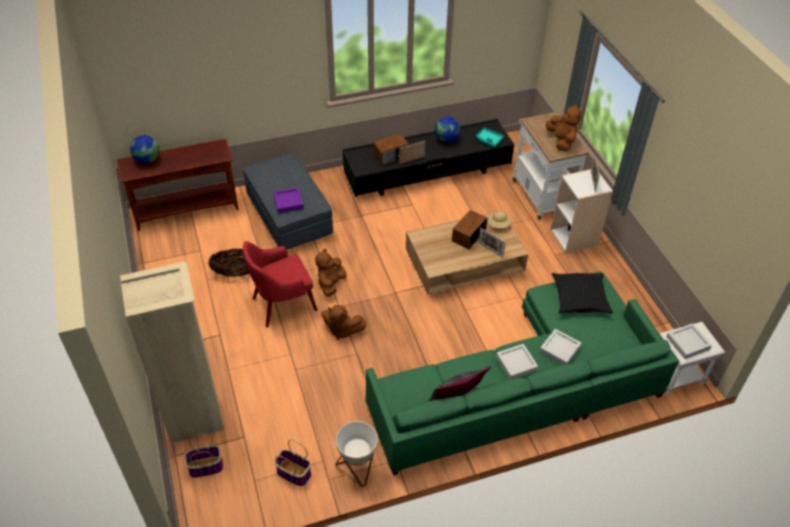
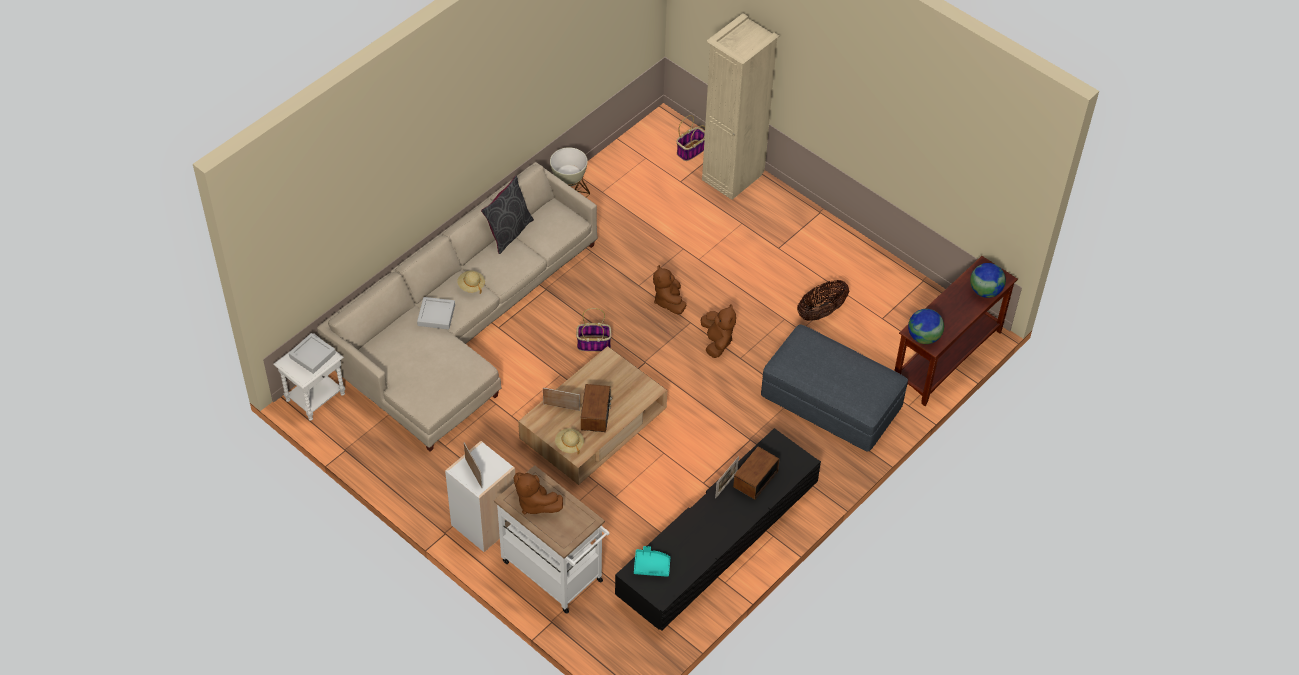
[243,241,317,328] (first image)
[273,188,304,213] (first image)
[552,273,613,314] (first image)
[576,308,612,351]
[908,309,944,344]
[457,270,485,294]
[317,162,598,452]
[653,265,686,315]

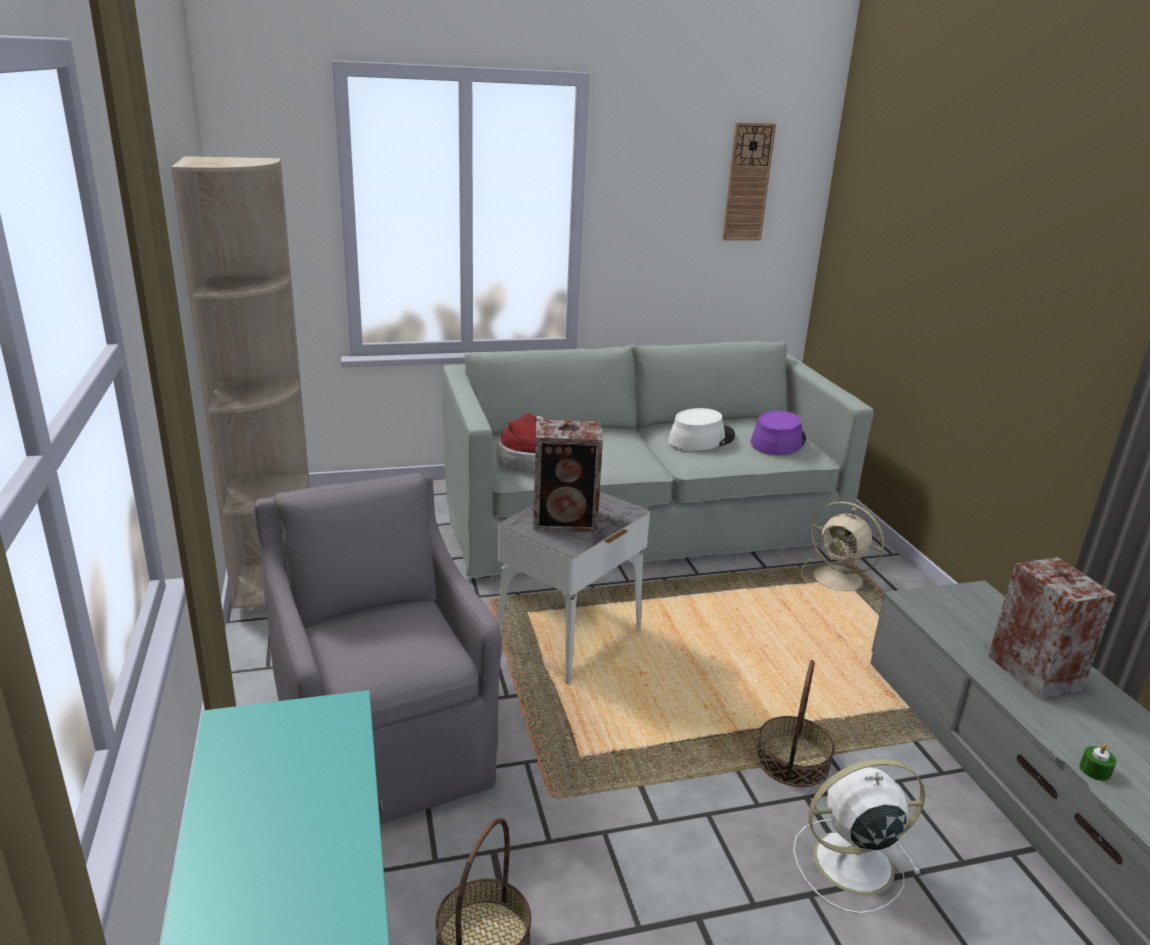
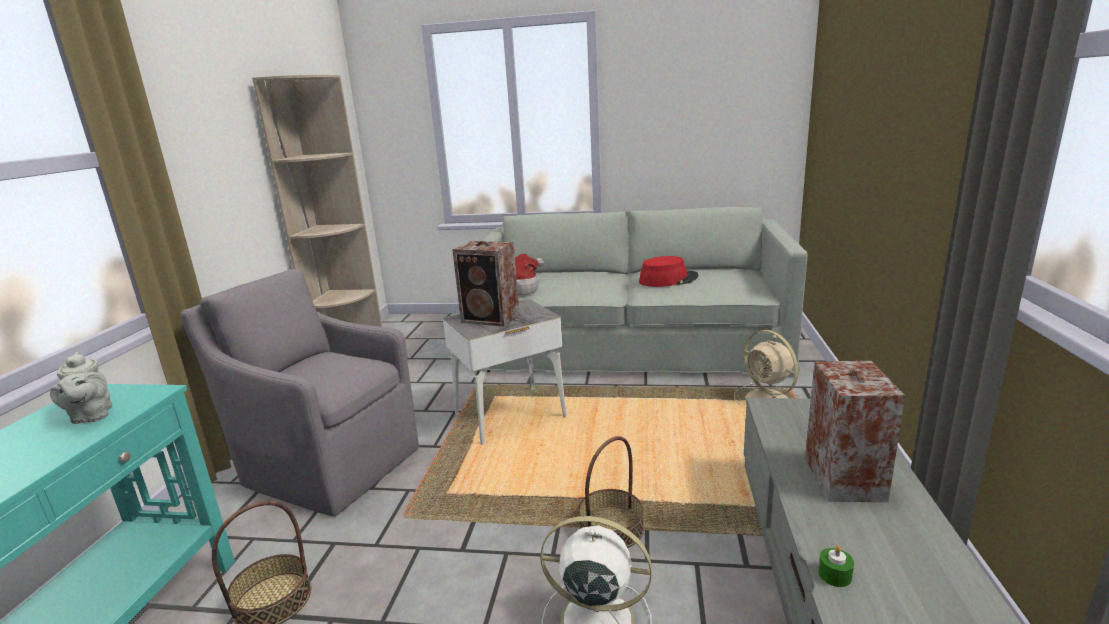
[722,122,776,241] (first image)
[750,411,806,455] (first image)
[50,352,112,424]
[639,256,698,287]
[181,269,419,516]

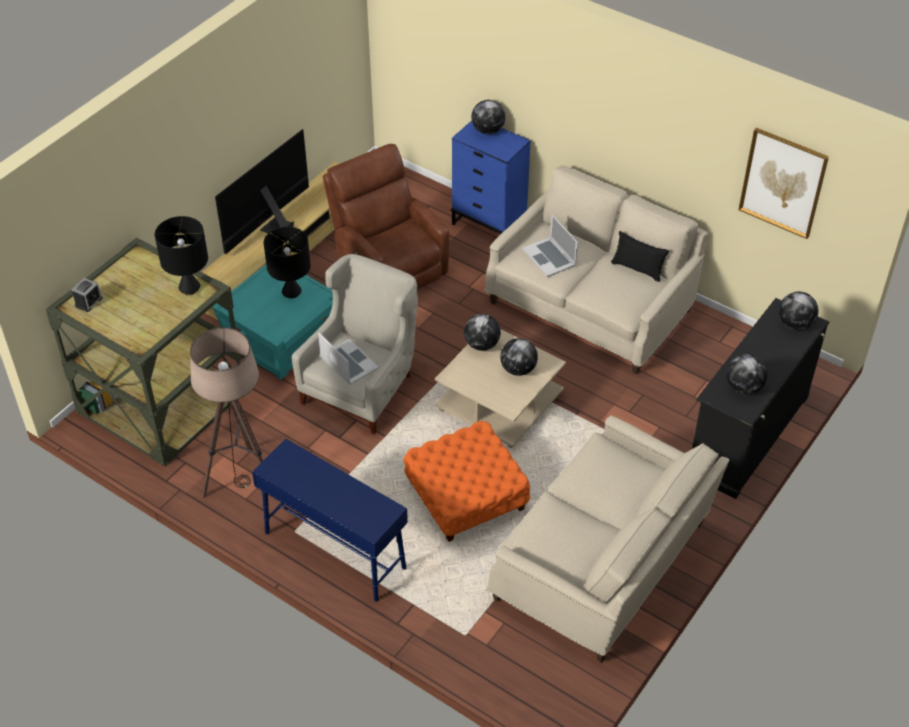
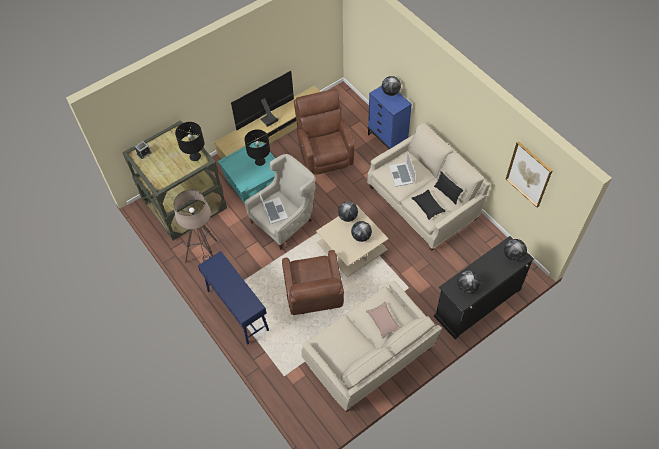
[366,302,401,338]
[412,189,446,220]
[282,250,344,315]

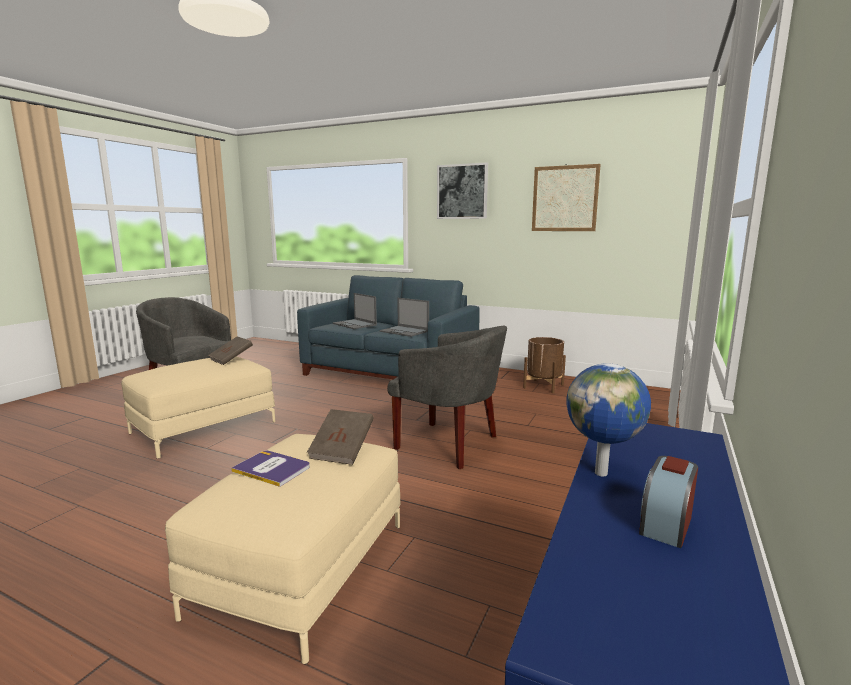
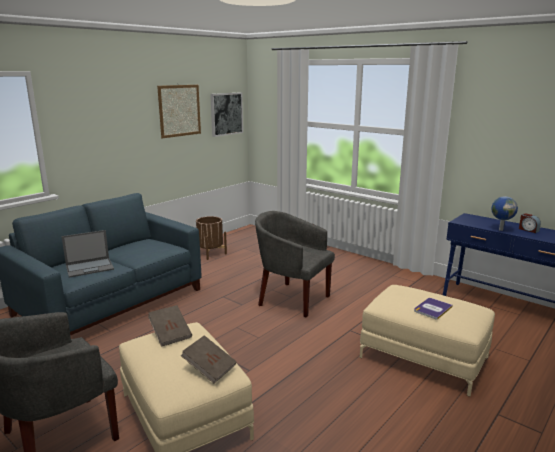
[380,298,429,337] (first image)
[181,335,237,384]
[210,92,243,137]
[255,211,335,317]

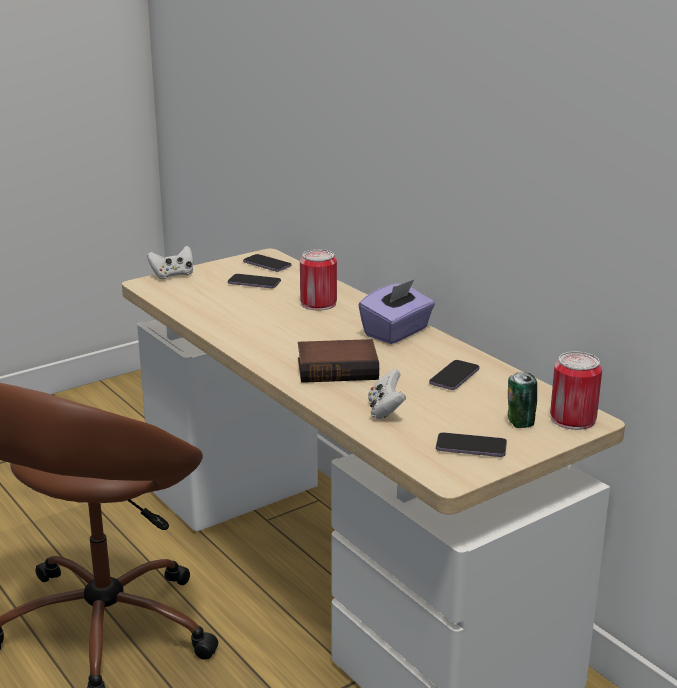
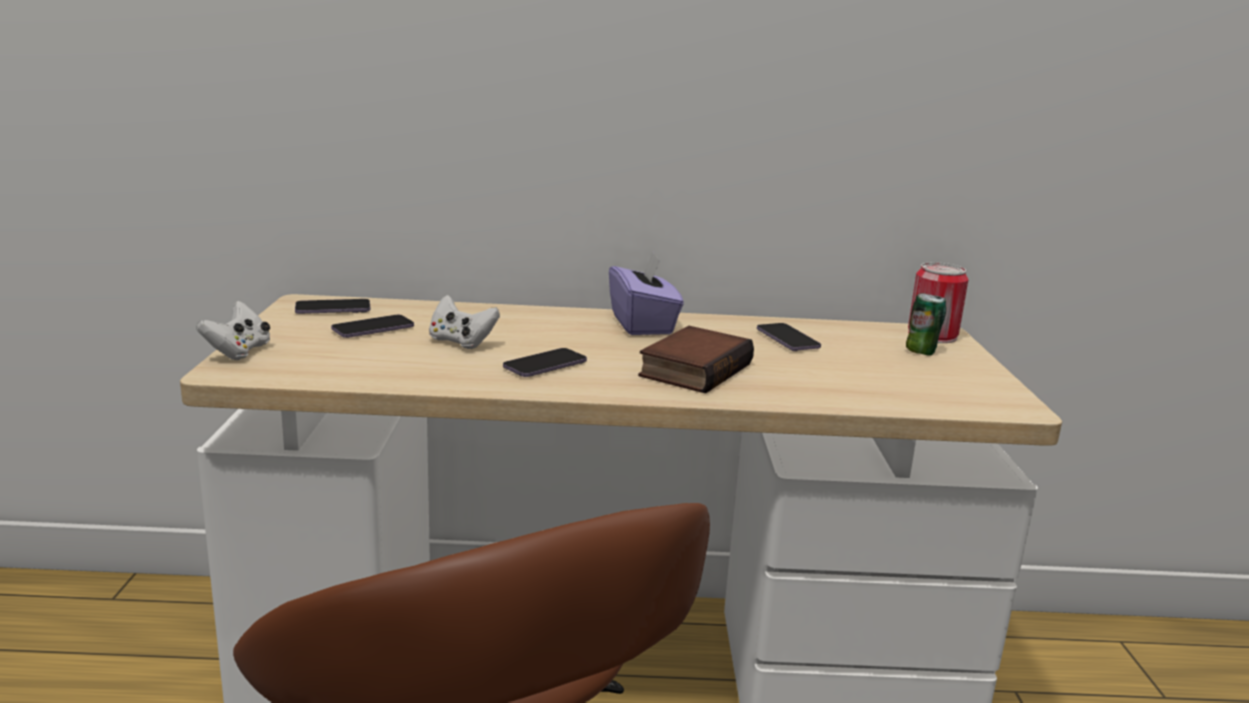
[300,249,337,310] (first image)
[429,295,500,349]
[503,348,587,377]

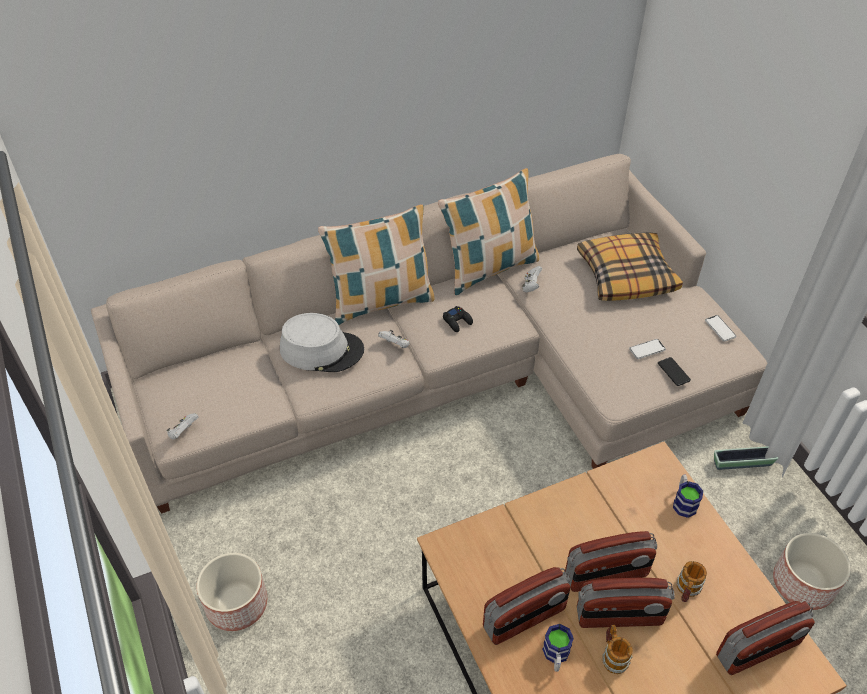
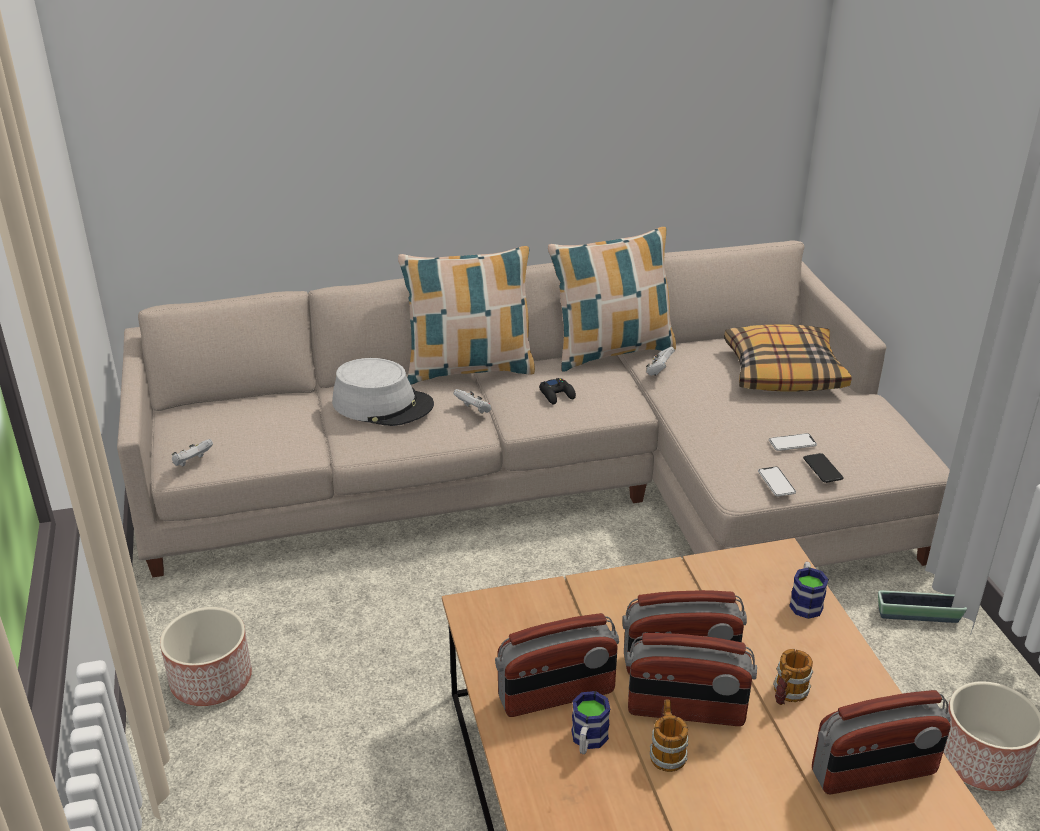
[758,466,796,496]

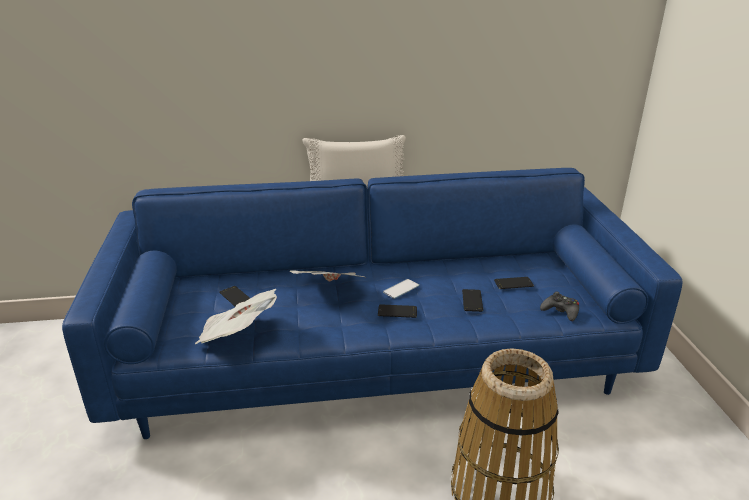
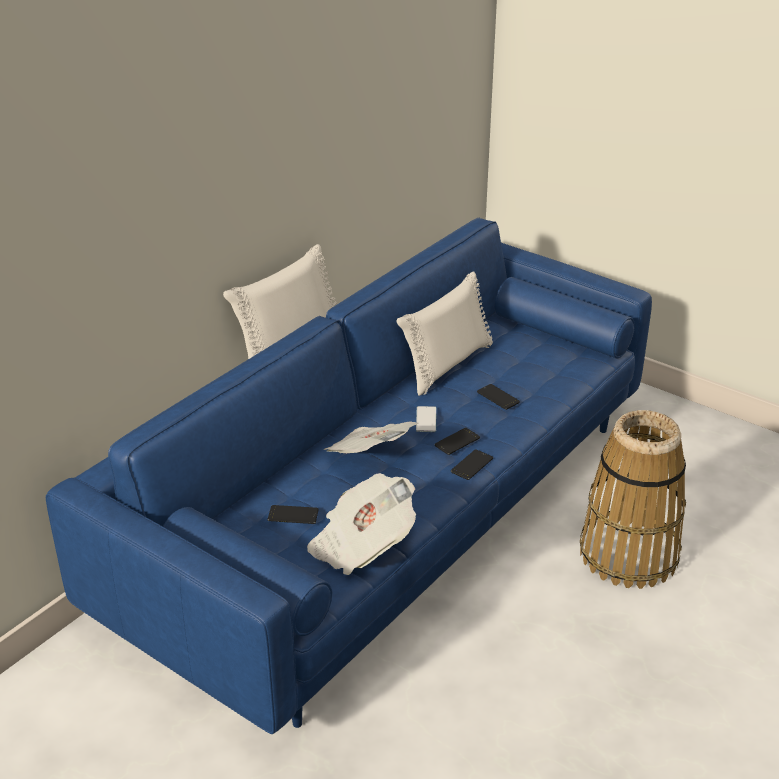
[540,291,579,321] (first image)
[397,271,493,396]
[451,450,493,480]

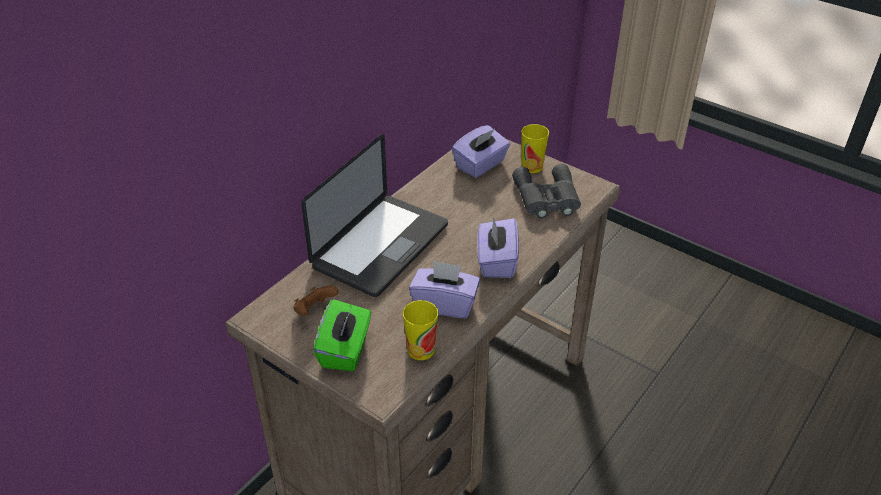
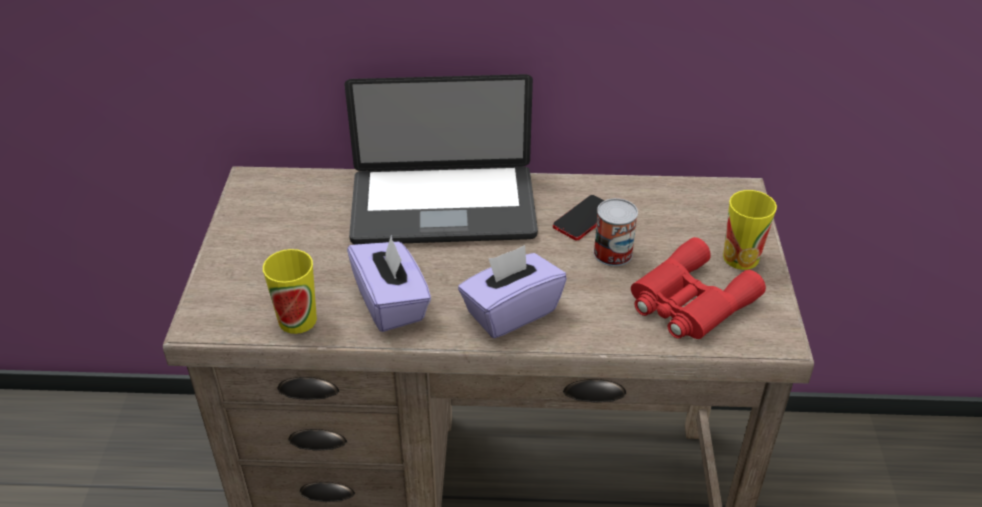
[293,285,339,316] (first image)
[313,299,371,371] (first image)
[452,125,510,178] (first image)
[553,195,604,241]
[593,198,638,266]
[631,237,766,339]

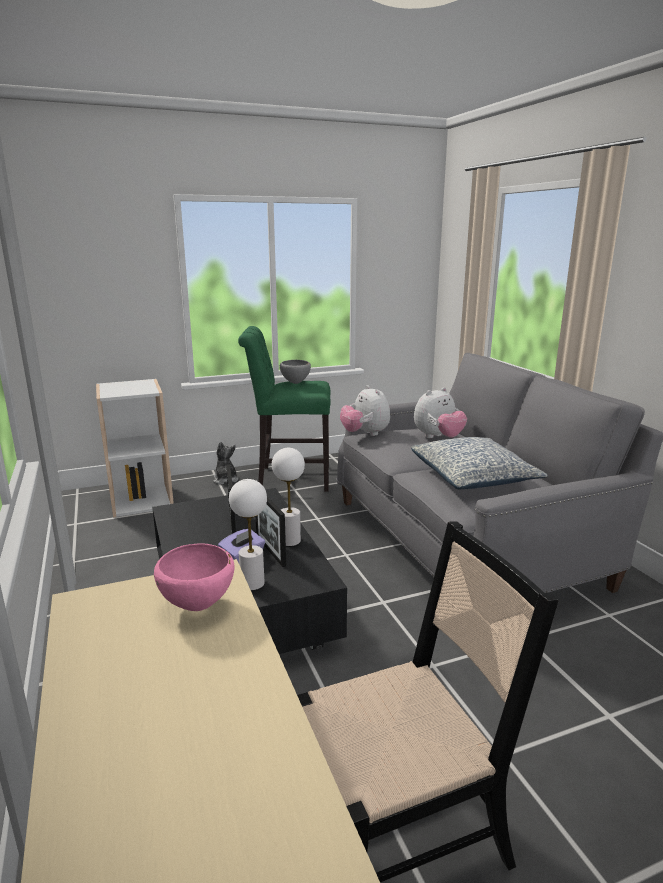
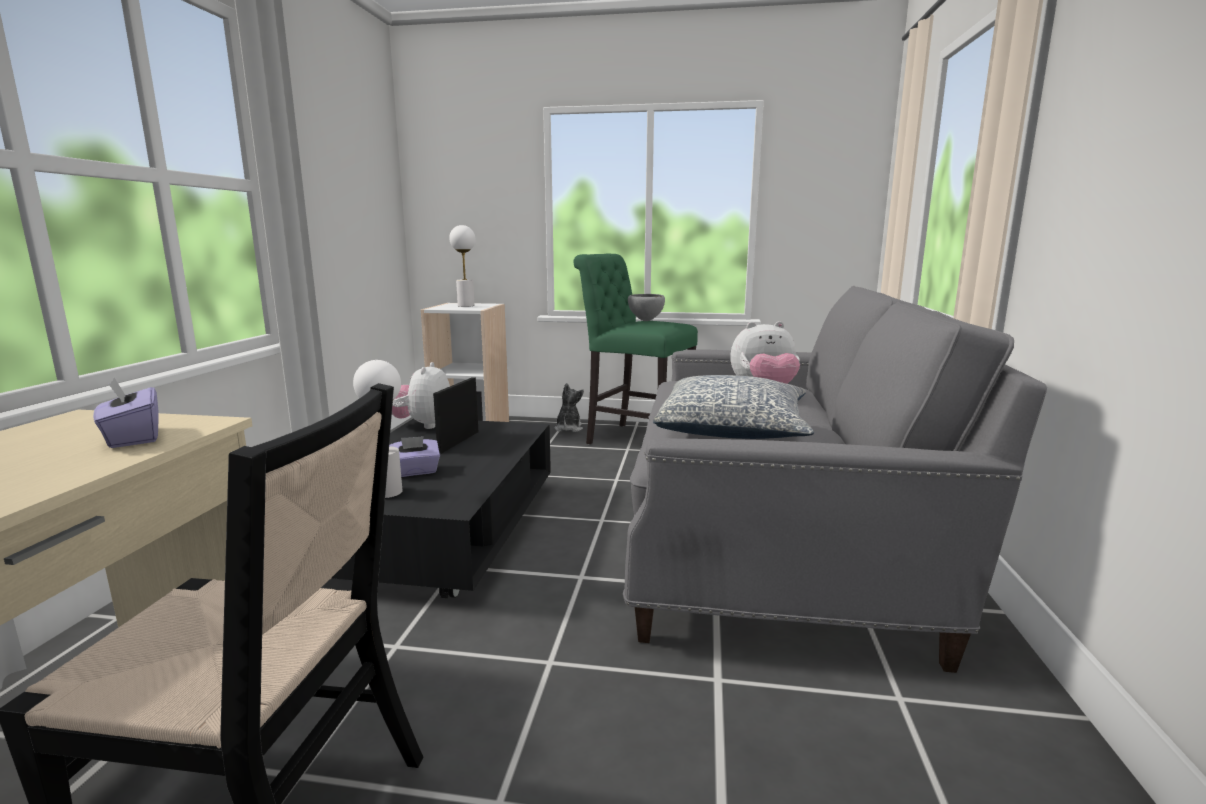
[256,497,286,567] (first image)
[449,225,476,307]
[392,362,450,429]
[93,378,159,448]

